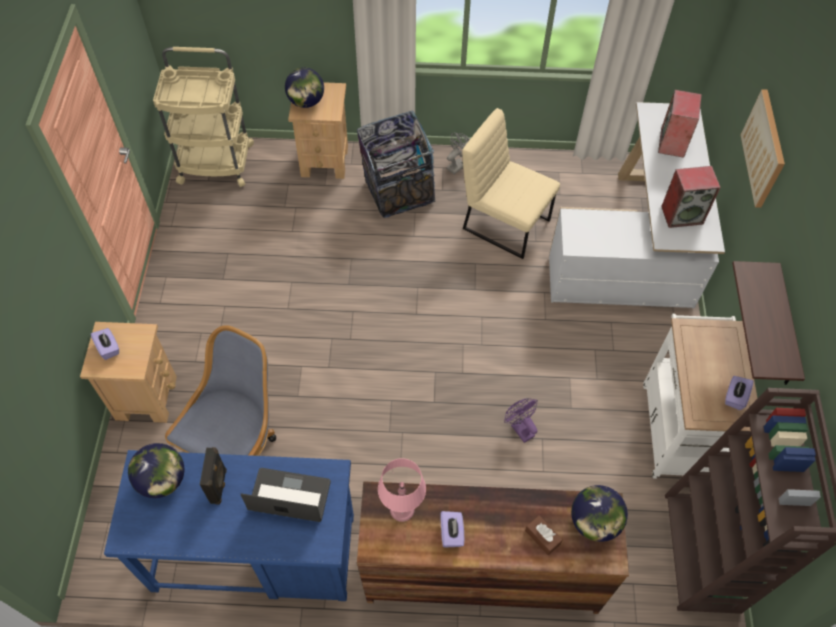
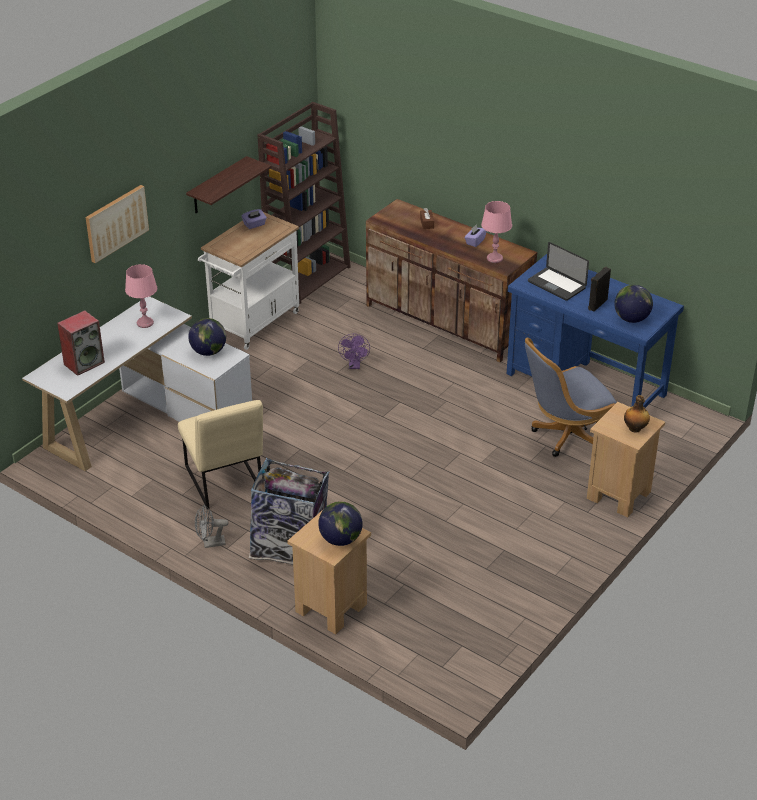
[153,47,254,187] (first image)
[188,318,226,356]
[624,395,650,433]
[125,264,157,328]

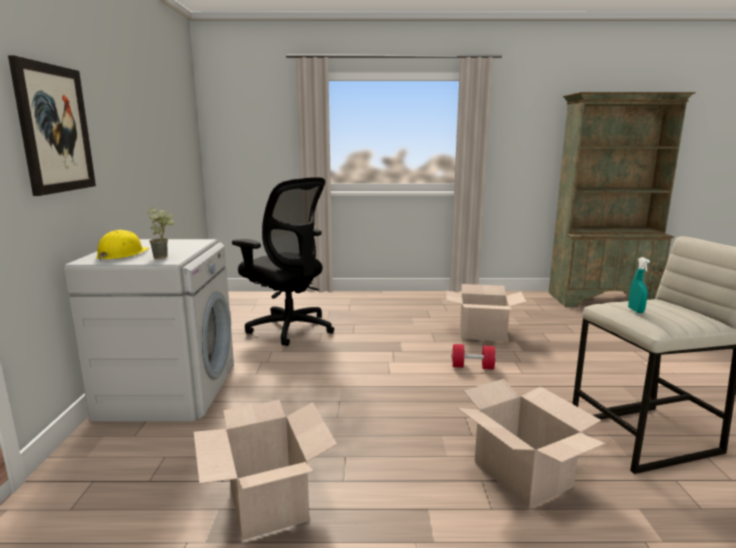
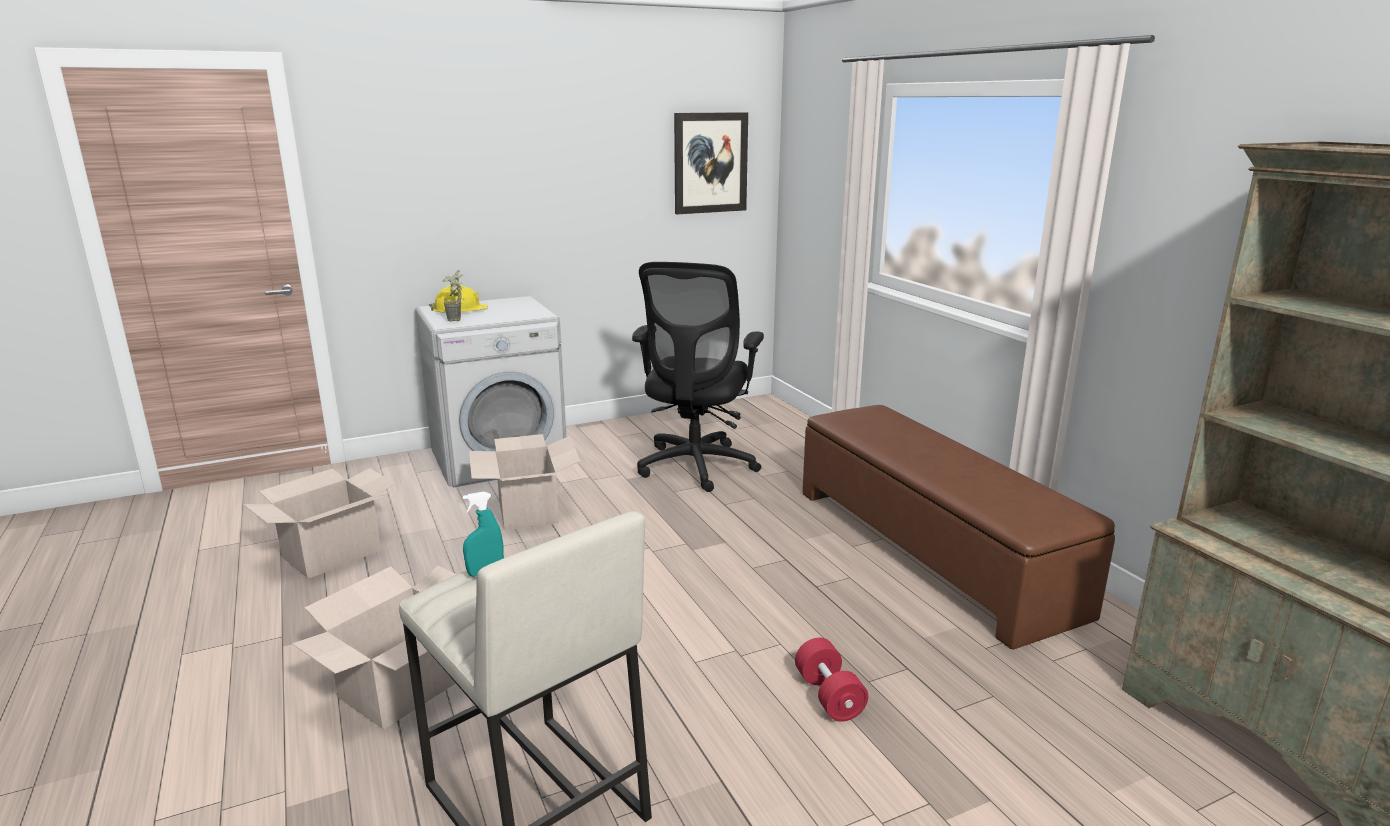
[802,405,1115,650]
[674,112,748,214]
[469,434,580,530]
[795,638,868,722]

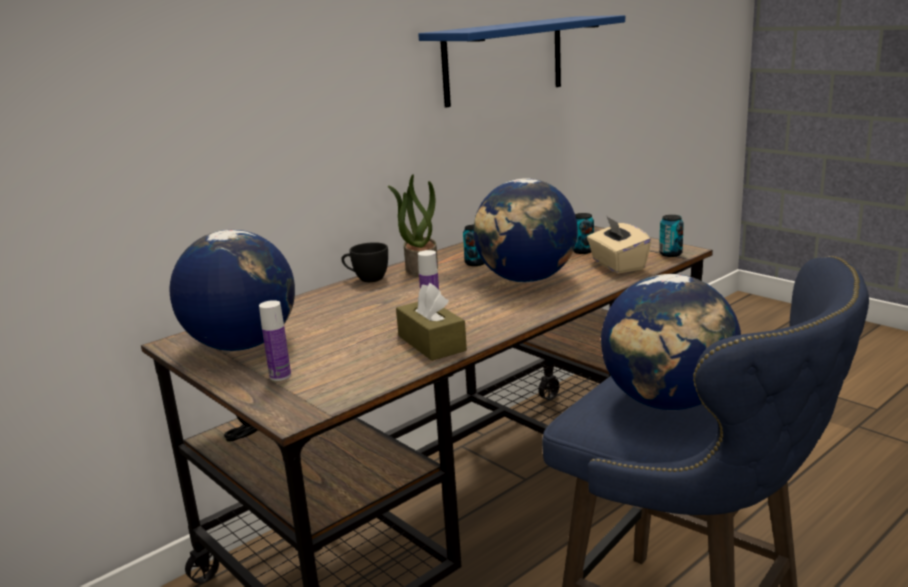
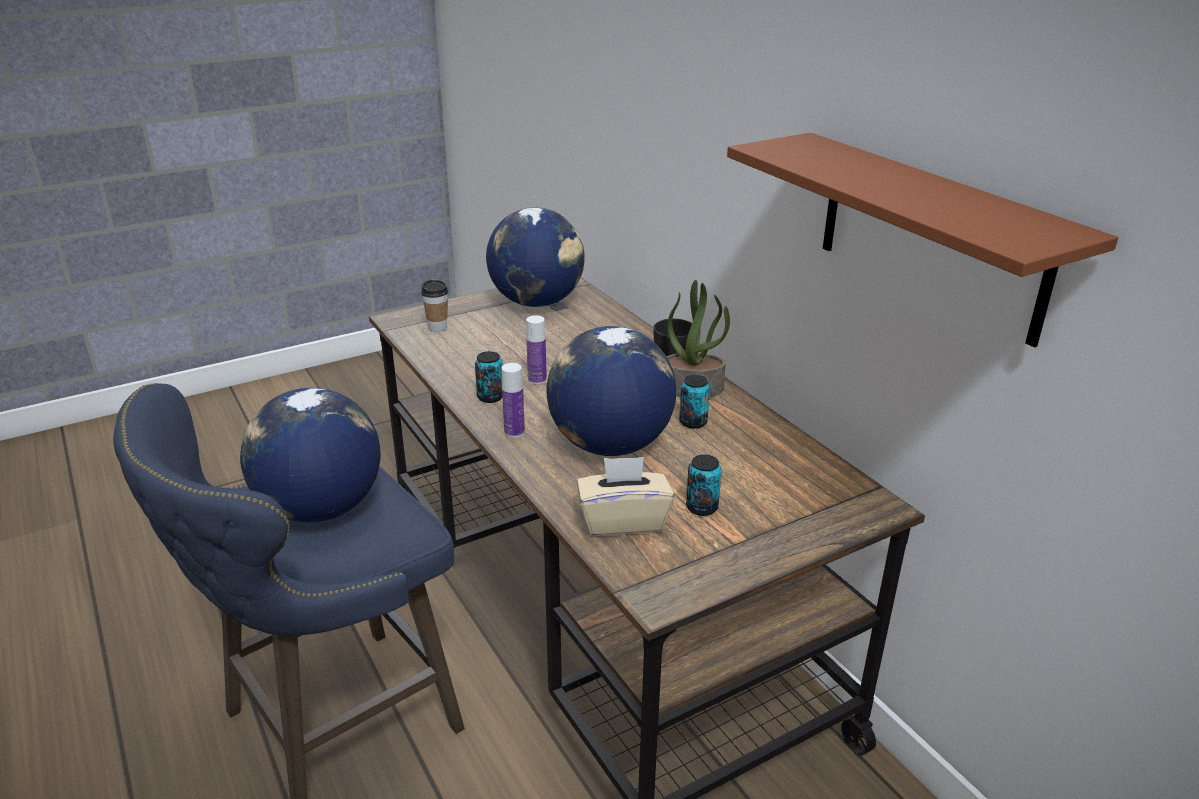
[396,283,467,361] (first image)
[421,280,448,332]
[501,363,525,438]
[475,351,503,403]
[727,133,1118,348]

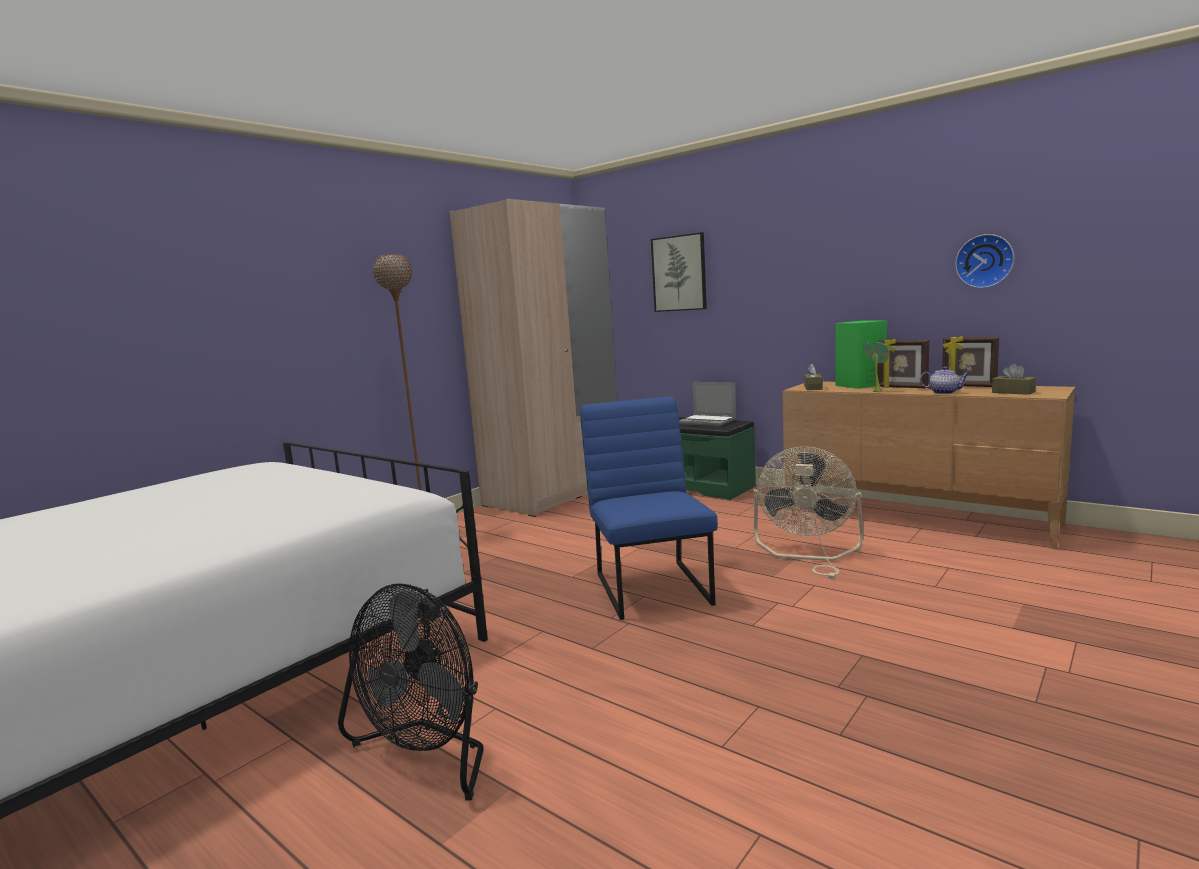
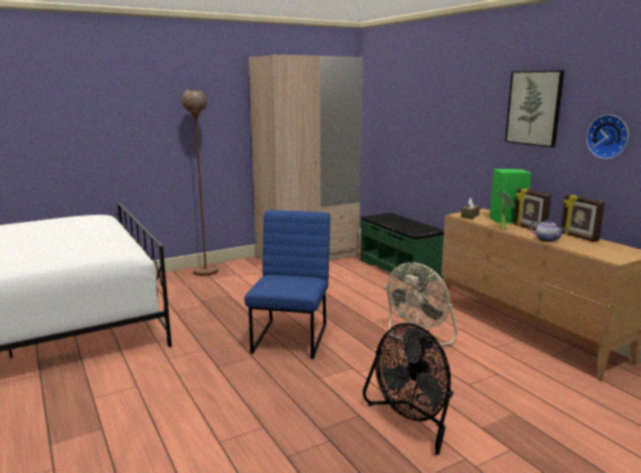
[679,382,736,426] (first image)
[992,364,1036,395] (first image)
[363,323,454,455]
[505,70,564,147]

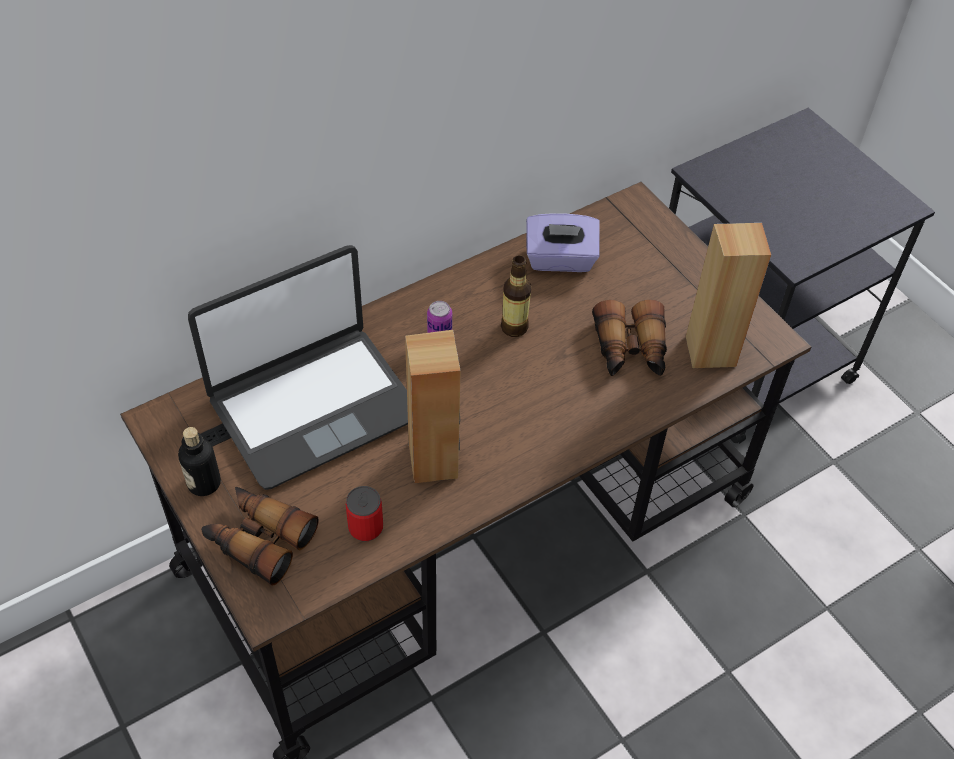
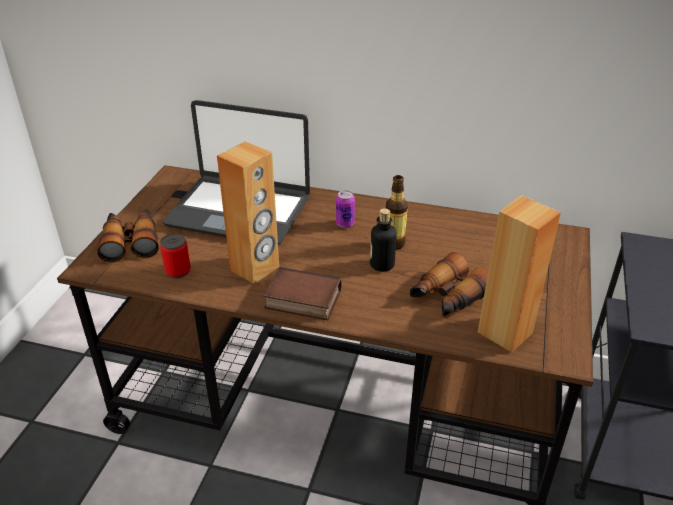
[526,213,600,272] (first image)
[263,267,342,320]
[370,208,397,272]

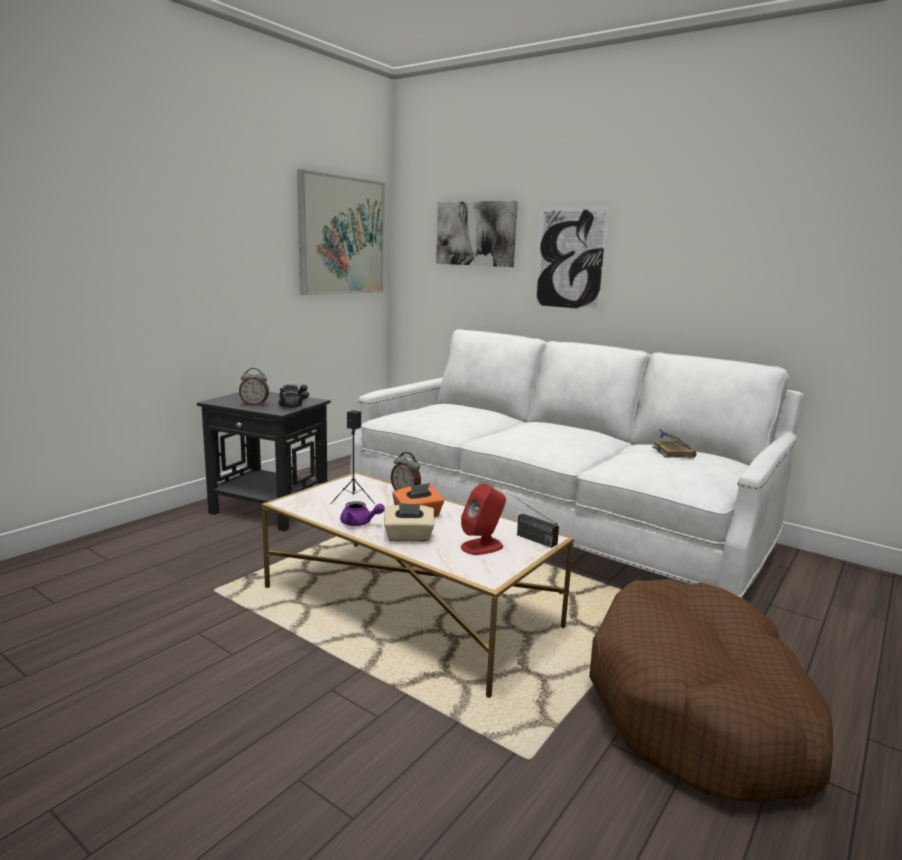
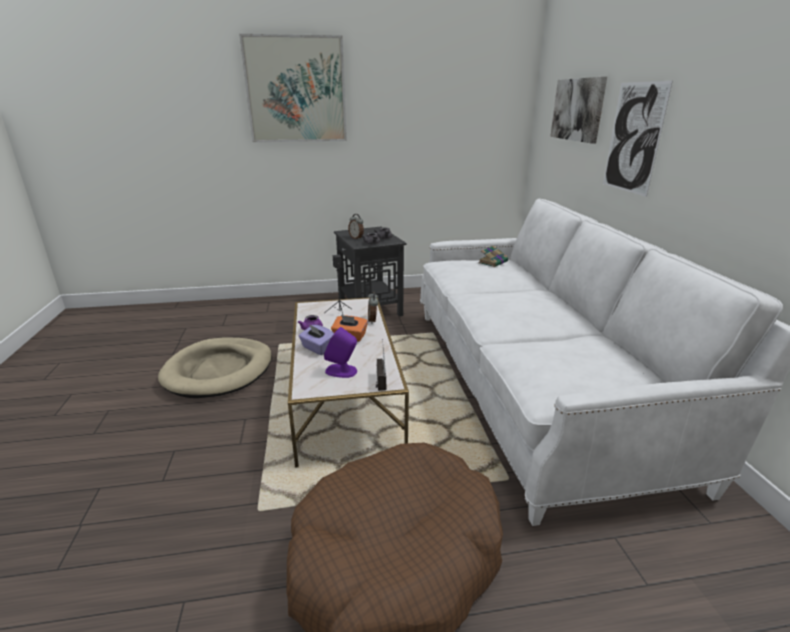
[158,338,272,398]
[239,34,347,142]
[478,245,508,267]
[299,324,334,355]
[324,327,357,378]

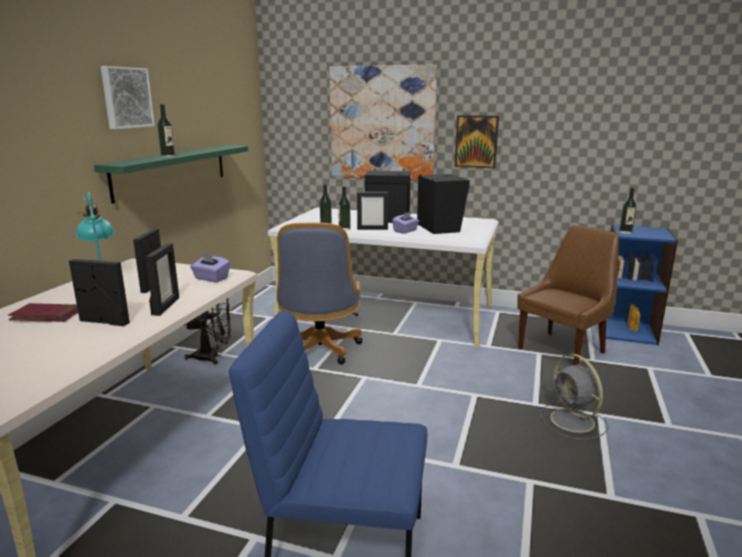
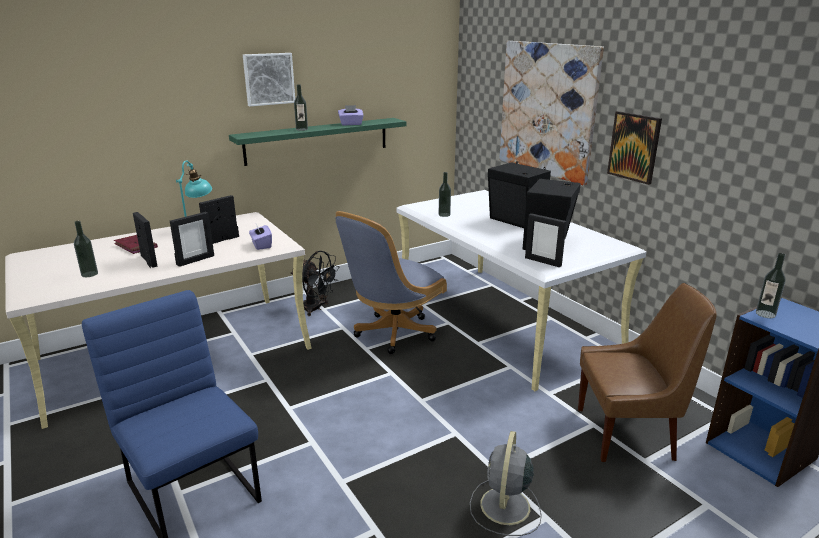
[74,221,98,277]
[525,213,567,267]
[338,105,364,125]

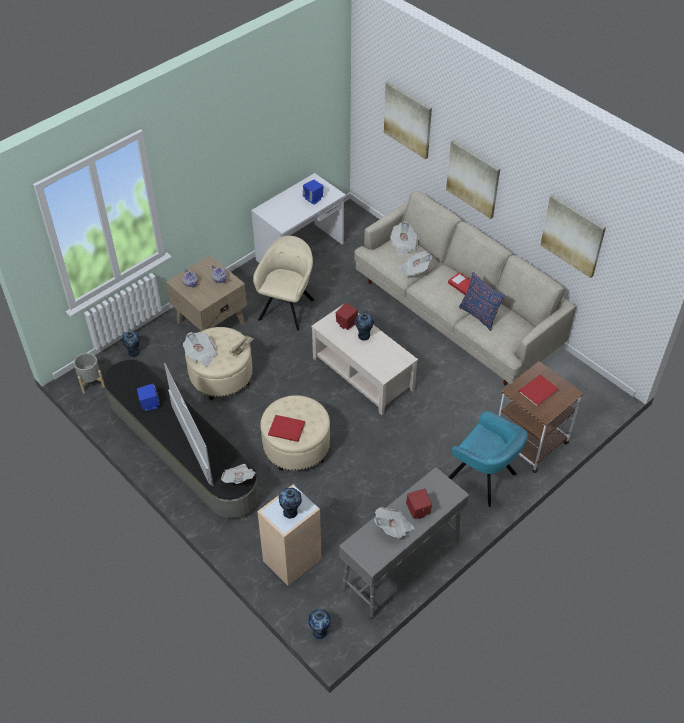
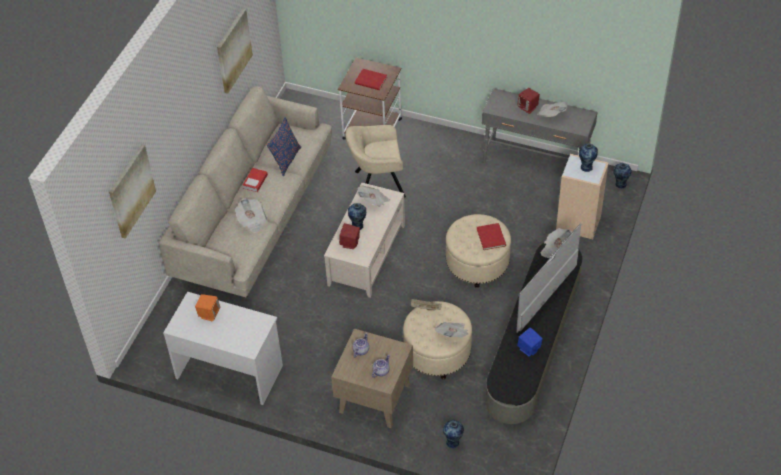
[73,353,105,393] (first image)
[446,140,500,219] (first image)
[449,411,528,507] (first image)
[345,125,406,197]
[357,186,390,206]
[195,294,220,322]

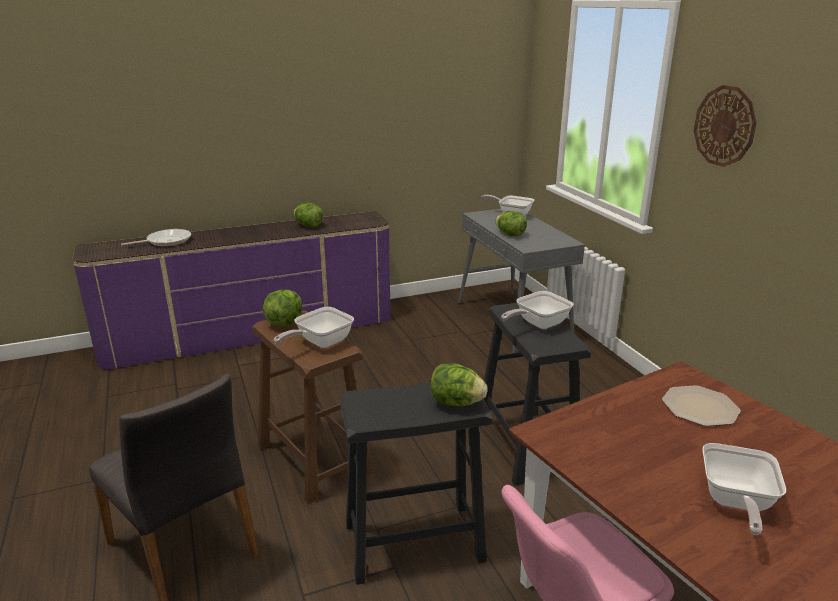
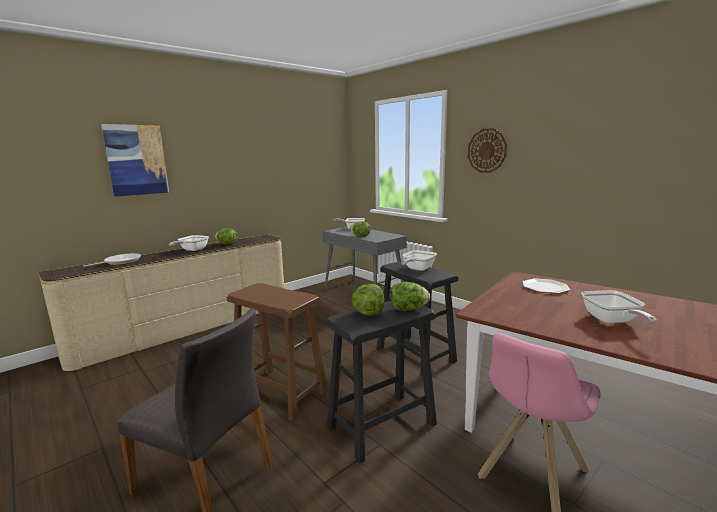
[101,124,169,197]
[351,284,384,316]
[169,235,209,251]
[38,234,284,371]

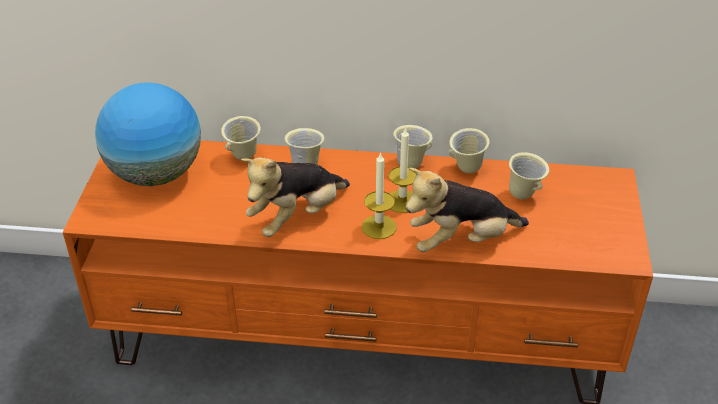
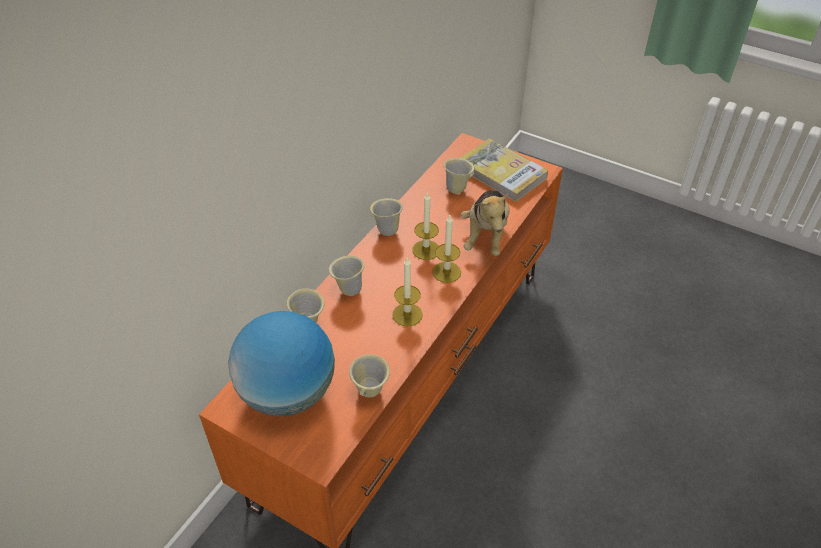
[460,138,548,202]
[349,354,390,398]
[392,257,423,326]

